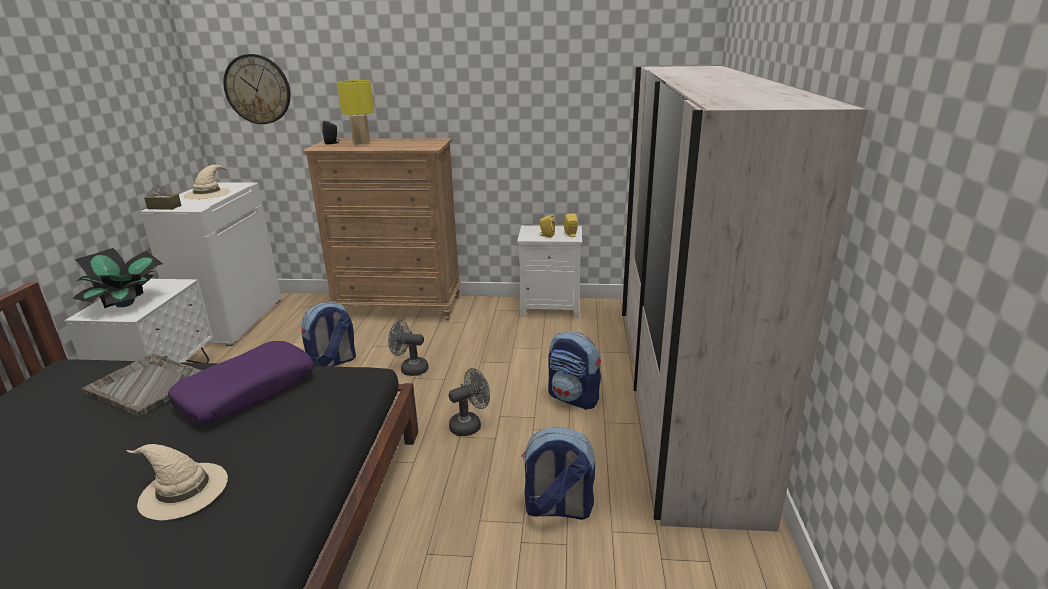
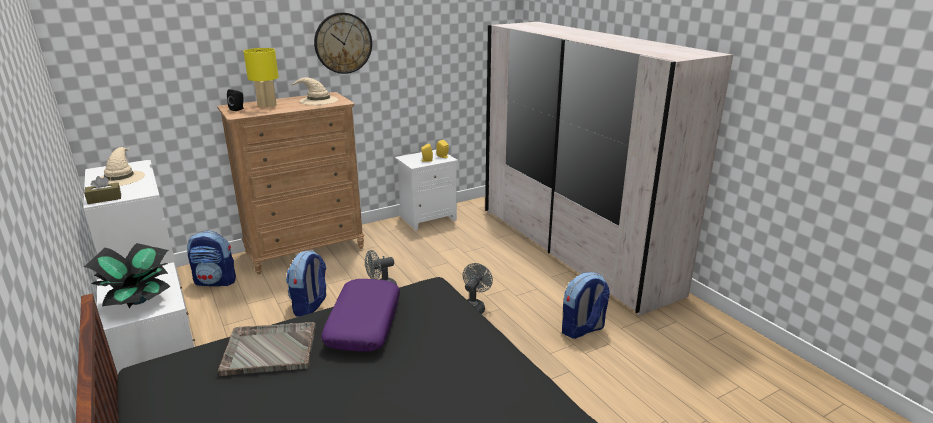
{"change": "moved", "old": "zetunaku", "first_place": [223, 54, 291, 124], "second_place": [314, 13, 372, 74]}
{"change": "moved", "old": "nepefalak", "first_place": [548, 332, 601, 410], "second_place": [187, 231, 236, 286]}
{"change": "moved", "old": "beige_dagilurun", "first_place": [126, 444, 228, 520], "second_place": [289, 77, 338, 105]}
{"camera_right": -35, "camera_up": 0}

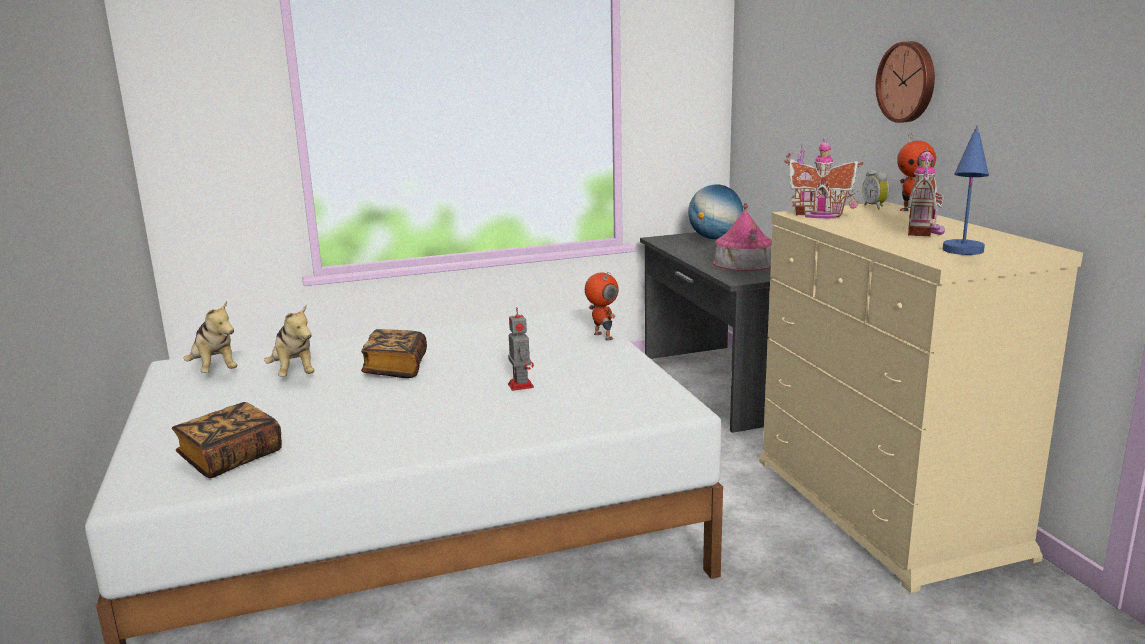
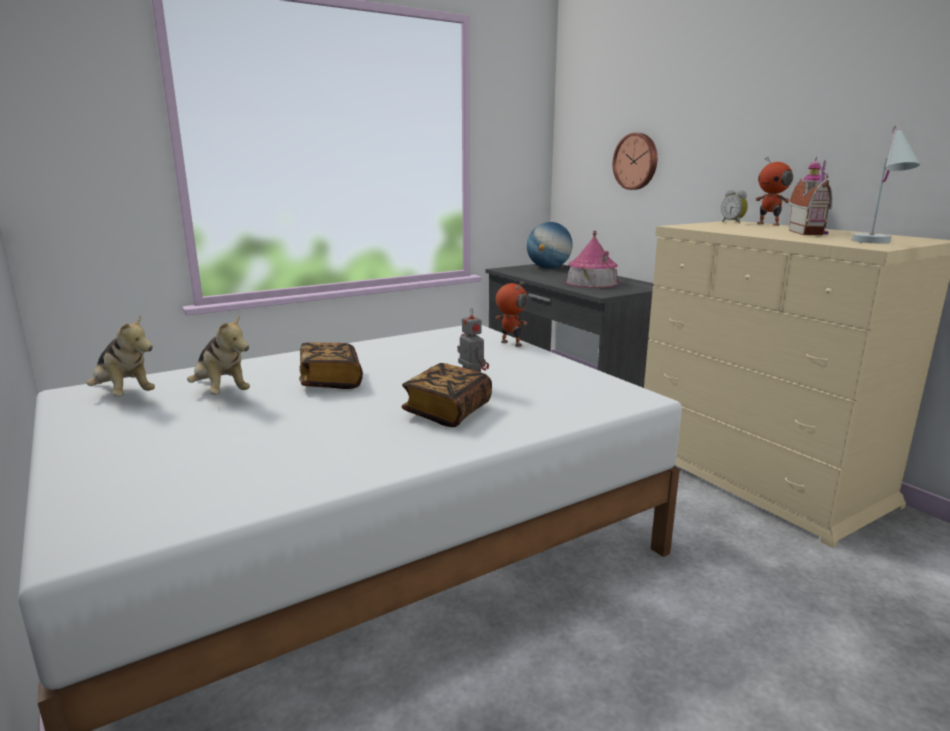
{"change": "moved", "old": "zetunaku", "first_place": [875, 41, 935, 123], "second_place": [613, 133, 657, 190]}
{"change": "recoloured", "old": "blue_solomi", "new": "white_solomi", "first_place": [943, 126, 989, 255], "second_place": [852, 125, 920, 243]}
{"change": "removed", "old": "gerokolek", "first_place": [785, 138, 863, 219]}
{"change": "moved", "old": "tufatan", "first_place": [172, 402, 282, 478], "second_place": [401, 363, 492, 427]}
{"camera_right": -15, "camera_up": 0}

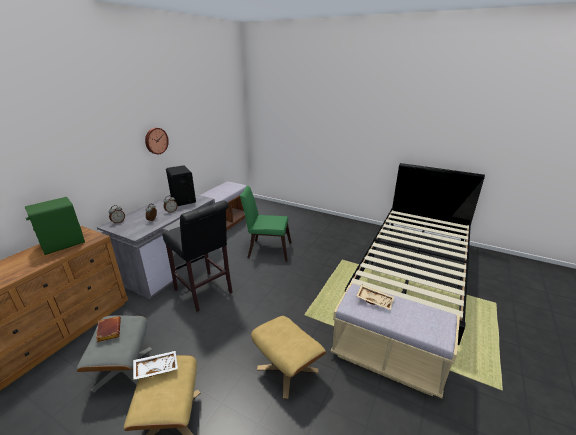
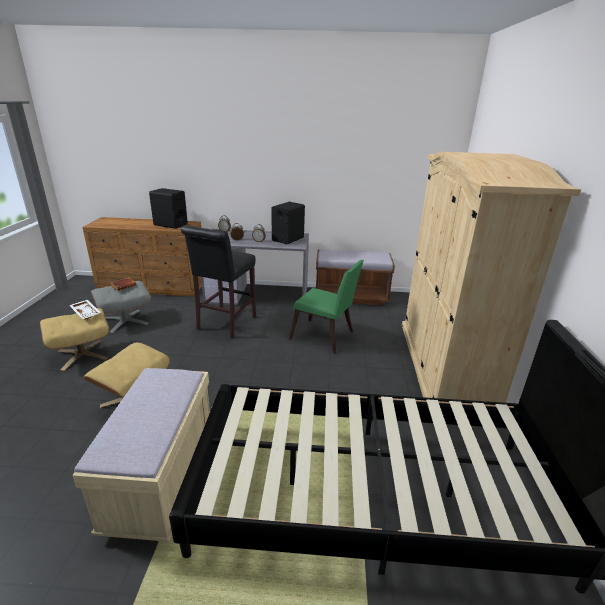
{"change": "removed", "old": "zetunaku", "first_place": [145, 128, 169, 154]}
{"change": "turned", "old": "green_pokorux", "first_place": [240, 186, 292, 261], "second_place": [289, 260, 364, 354], "degrees": 135}
{"change": "recoloured", "old": "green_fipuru", "new": "black_fipuru", "first_place": [25, 197, 85, 255], "second_place": [149, 188, 188, 229]}
{"change": "removed", "old": "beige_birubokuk", "first_place": [356, 284, 394, 310]}
{"change": "added", "new": "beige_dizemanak", "second_place": [402, 152, 581, 403]}
{"camera_right": 65, "camera_up": 0}

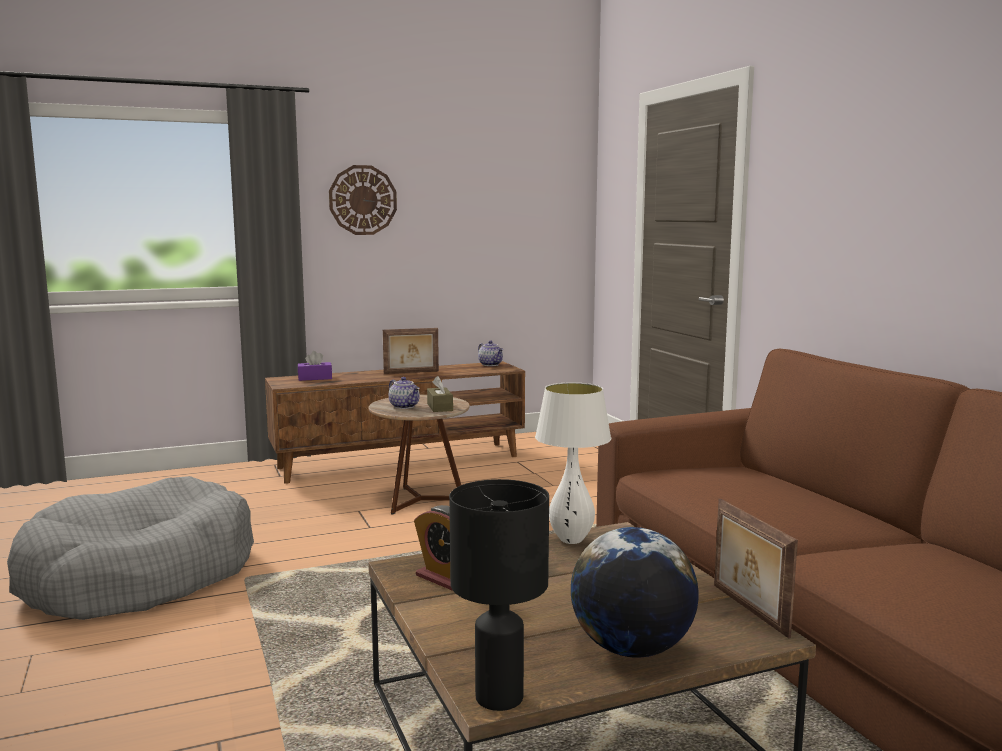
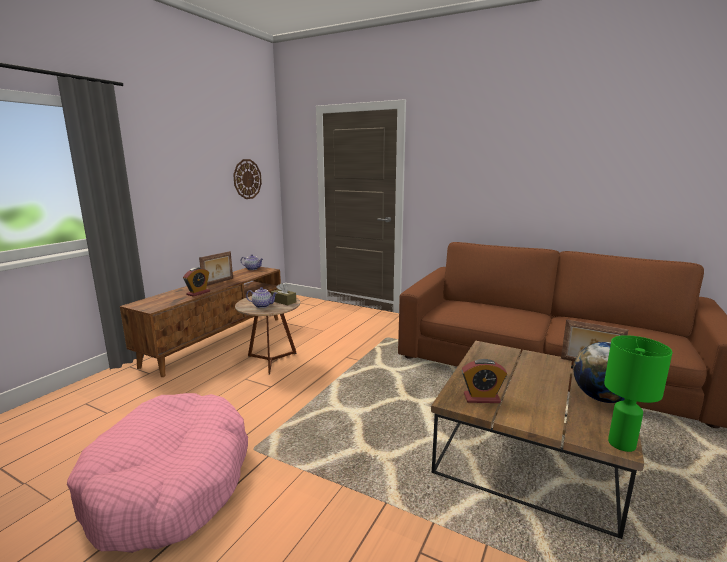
{"change": "moved", "old": "zetunaku", "first_place": [329, 165, 397, 235], "second_place": [233, 159, 262, 199]}
{"change": "removed", "old": "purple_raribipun", "first_place": [298, 351, 332, 381]}
{"change": "removed", "old": "white_solomi", "first_place": [535, 382, 611, 544]}
{"change": "recoloured", "old": "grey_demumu", "new": "pink_demumu", "first_place": [7, 476, 254, 620], "second_place": [67, 393, 248, 553]}
{"change": "recoloured", "old": "black_solomi", "new": "green_solomi", "first_place": [449, 479, 549, 711], "second_place": [604, 335, 672, 452]}
{"change": "added", "new": "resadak", "second_place": [183, 267, 210, 297]}
{"camera_right": -40, "camera_up": 5}

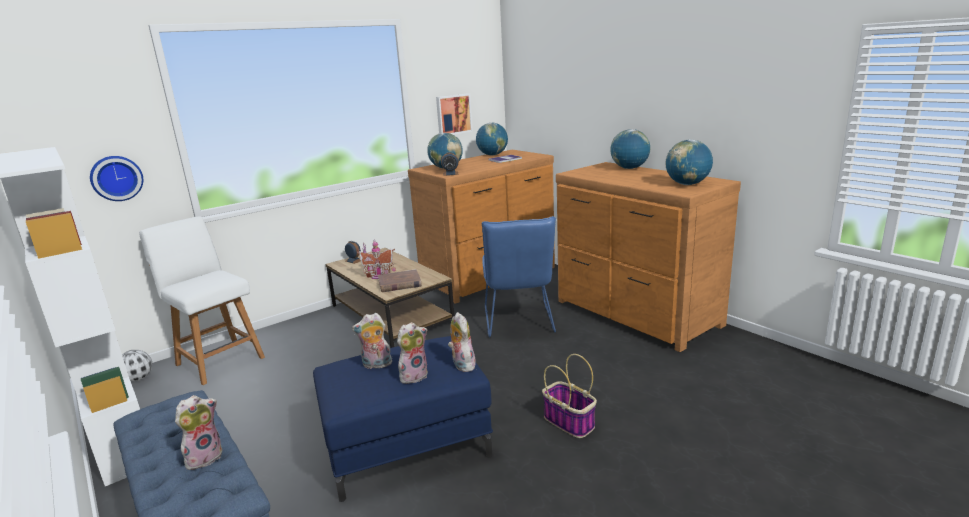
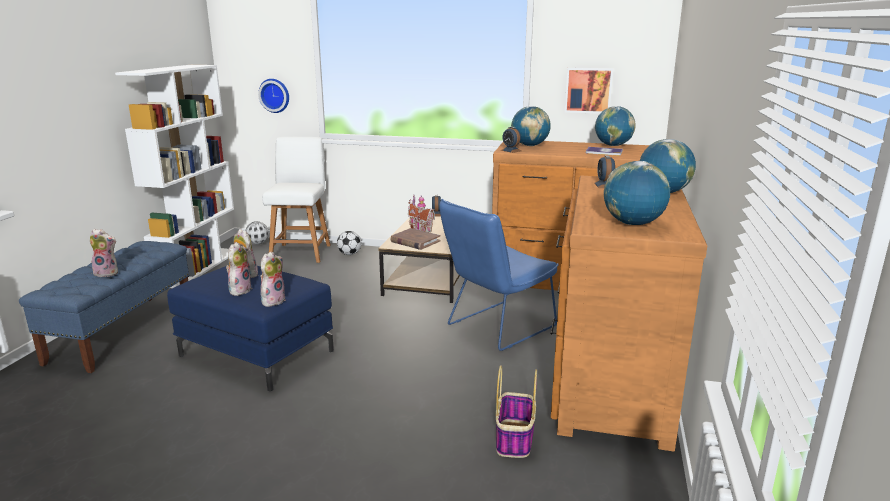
{"change": "turned", "old": "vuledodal", "first_place": [397, 322, 428, 385], "second_place": [226, 242, 252, 296], "degrees": -90}
{"change": "moved", "old": "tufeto", "first_place": [542, 354, 597, 438], "second_place": [495, 365, 537, 458]}
{"change": "added", "new": "resadak", "second_place": [595, 155, 615, 188]}
{"change": "added", "new": "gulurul", "second_place": [337, 231, 362, 255]}
{"camera_right": 50, "camera_up": 0}

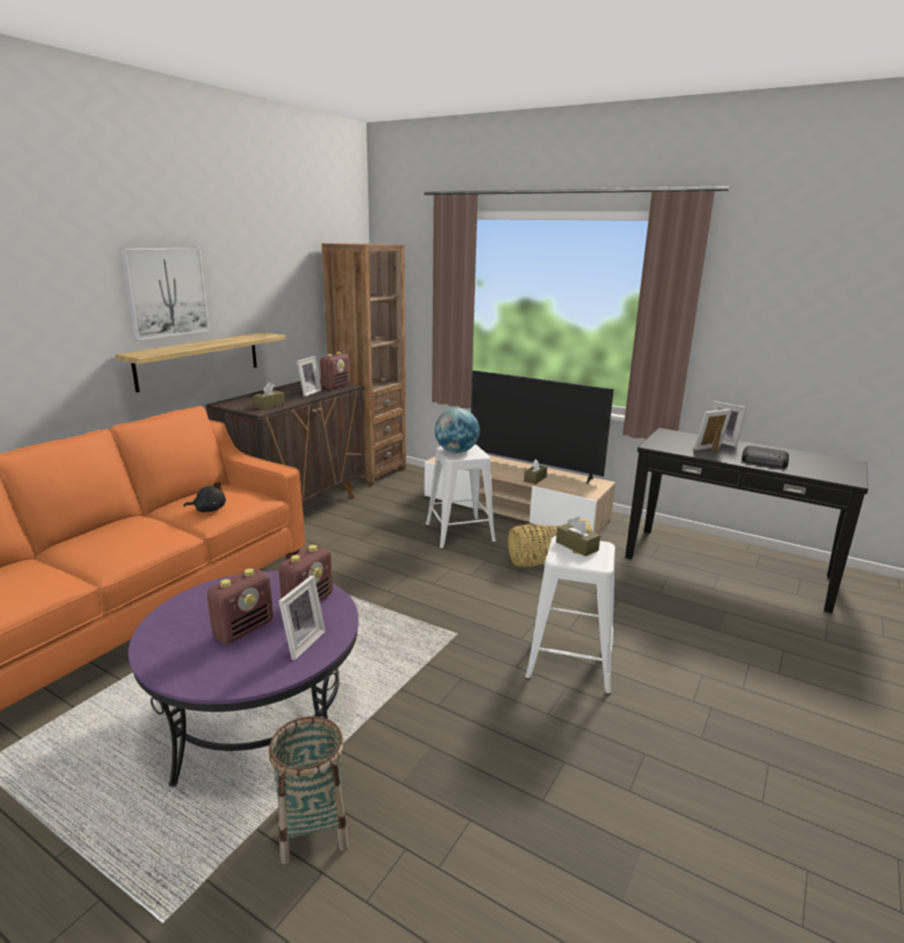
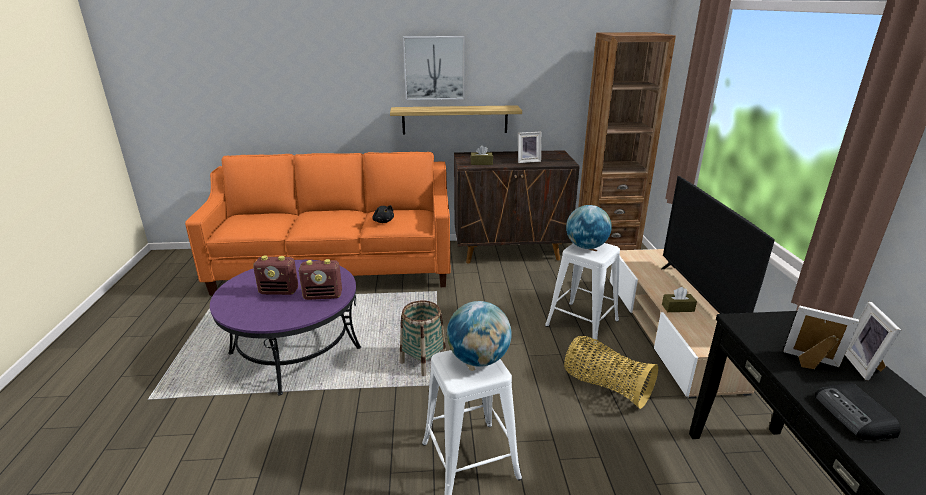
{"change": "removed", "old": "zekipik", "first_place": [320, 352, 350, 389]}
{"change": "replaced", "old": "brown_raribipun", "new": "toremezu", "first_place": [556, 516, 600, 556], "second_place": [447, 301, 512, 367]}
{"change": "removed", "old": "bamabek", "first_place": [279, 575, 325, 660]}
{"change": "moved", "old": "tufeto", "first_place": [268, 716, 349, 864], "second_place": [400, 301, 446, 376]}
{"camera_right": 55, "camera_up": 5}

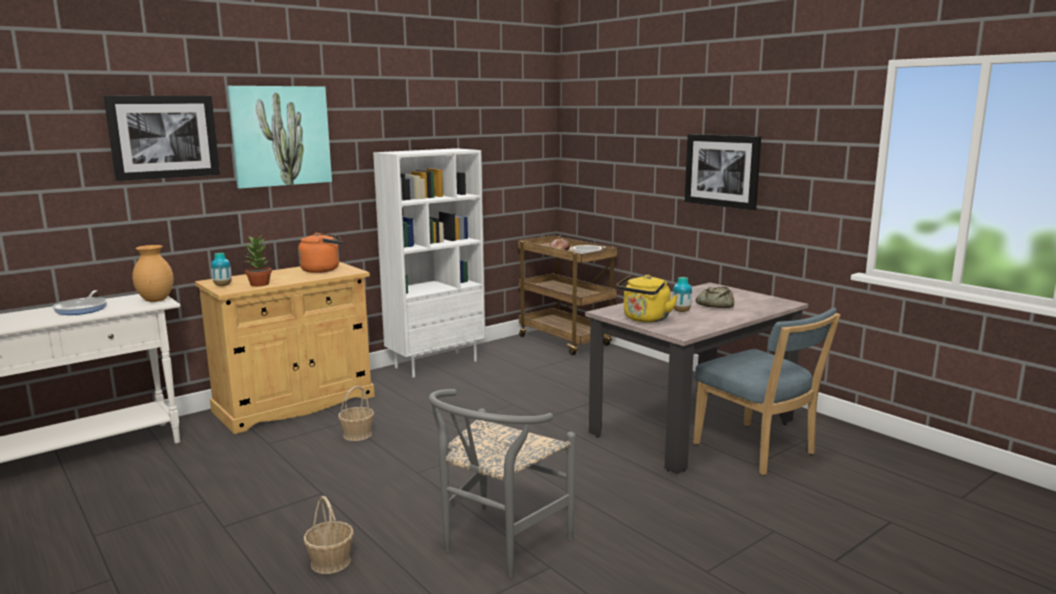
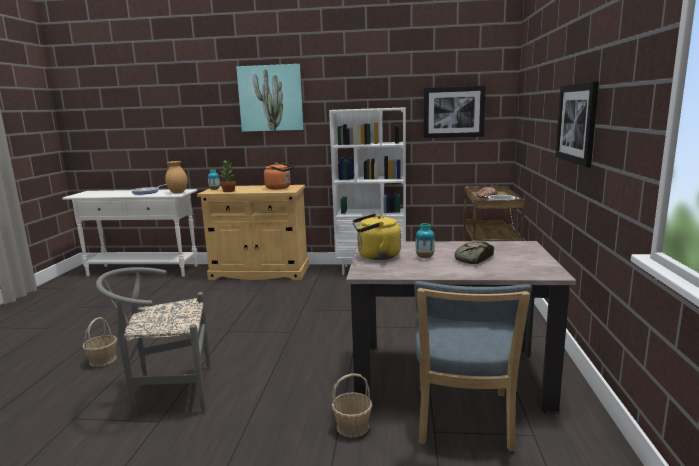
{"change": "moved", "old": "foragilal", "first_place": [104, 96, 220, 181], "second_place": [423, 86, 486, 138]}
{"change": "moved", "old": "tufeto", "first_place": [338, 386, 374, 441], "second_place": [332, 373, 372, 438]}
{"camera_right": 45, "camera_up": 0}

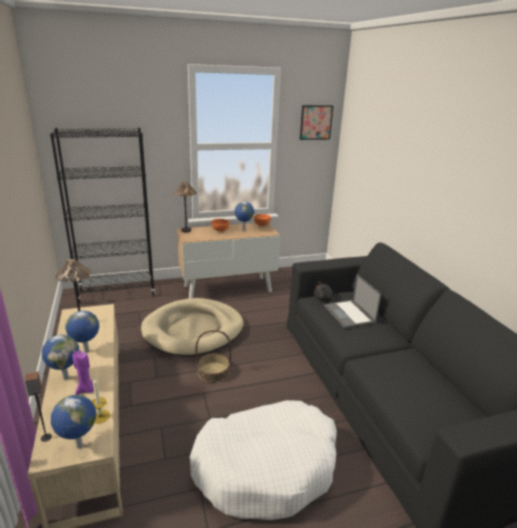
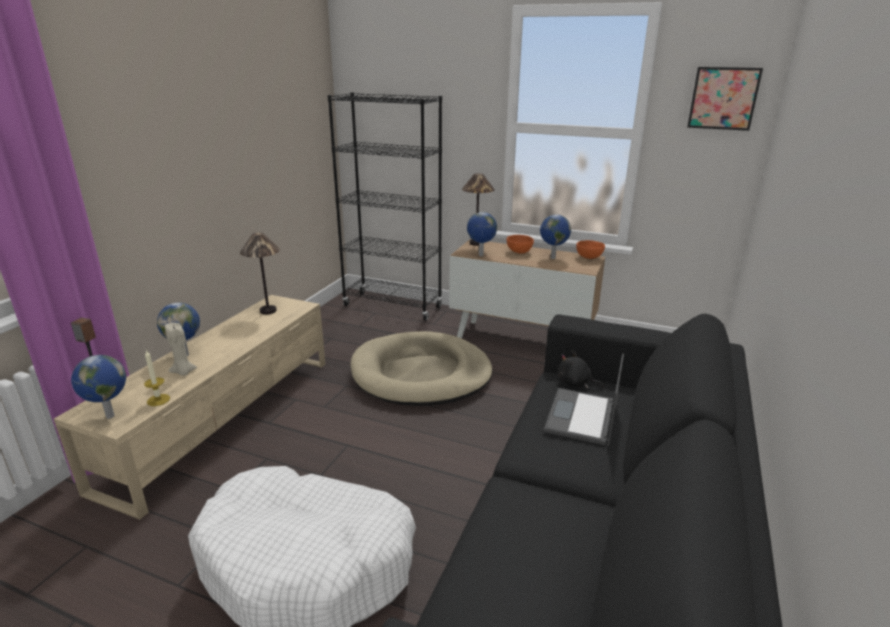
{"change": "moved", "old": "toremezu", "first_place": [65, 311, 99, 353], "second_place": [467, 212, 497, 256]}
{"change": "removed", "old": "tufeto", "first_place": [195, 330, 232, 383]}
{"change": "recoloured", "old": "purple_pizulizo", "new": "beige_pizulizo", "first_place": [72, 350, 94, 395], "second_place": [165, 323, 197, 376]}
{"camera_right": 40, "camera_up": 0}

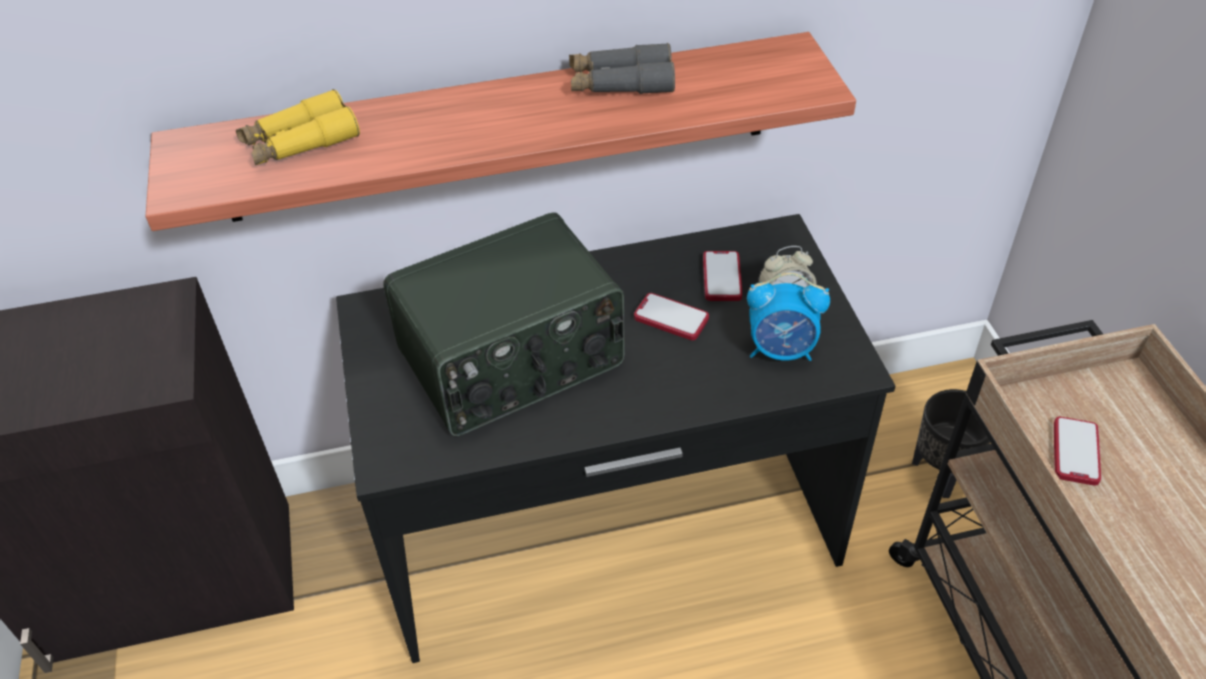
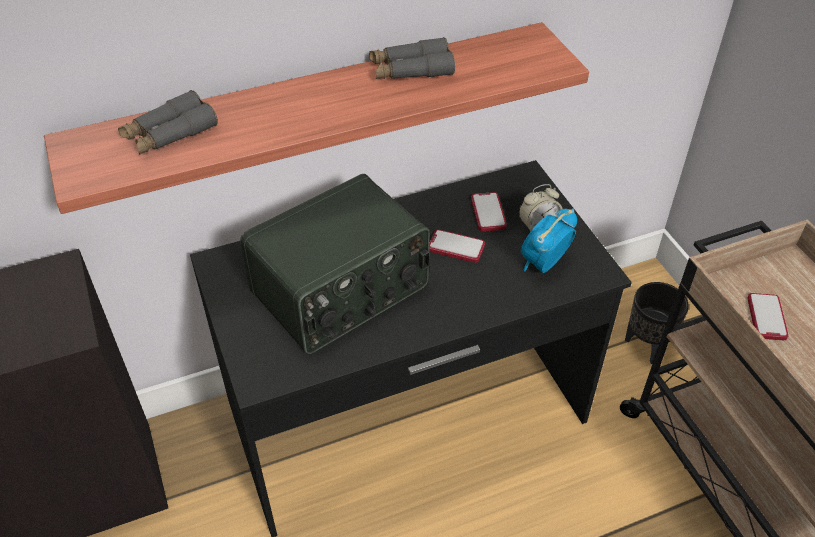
{"change": "recoloured", "old": "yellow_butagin", "new": "grey_butagin", "first_place": [236, 89, 360, 165], "second_place": [118, 90, 218, 155]}
{"change": "turned", "old": "resadak", "first_place": [747, 272, 830, 361], "second_place": [521, 208, 577, 273], "degrees": 135}
{"camera_right": -10, "camera_up": 0}

